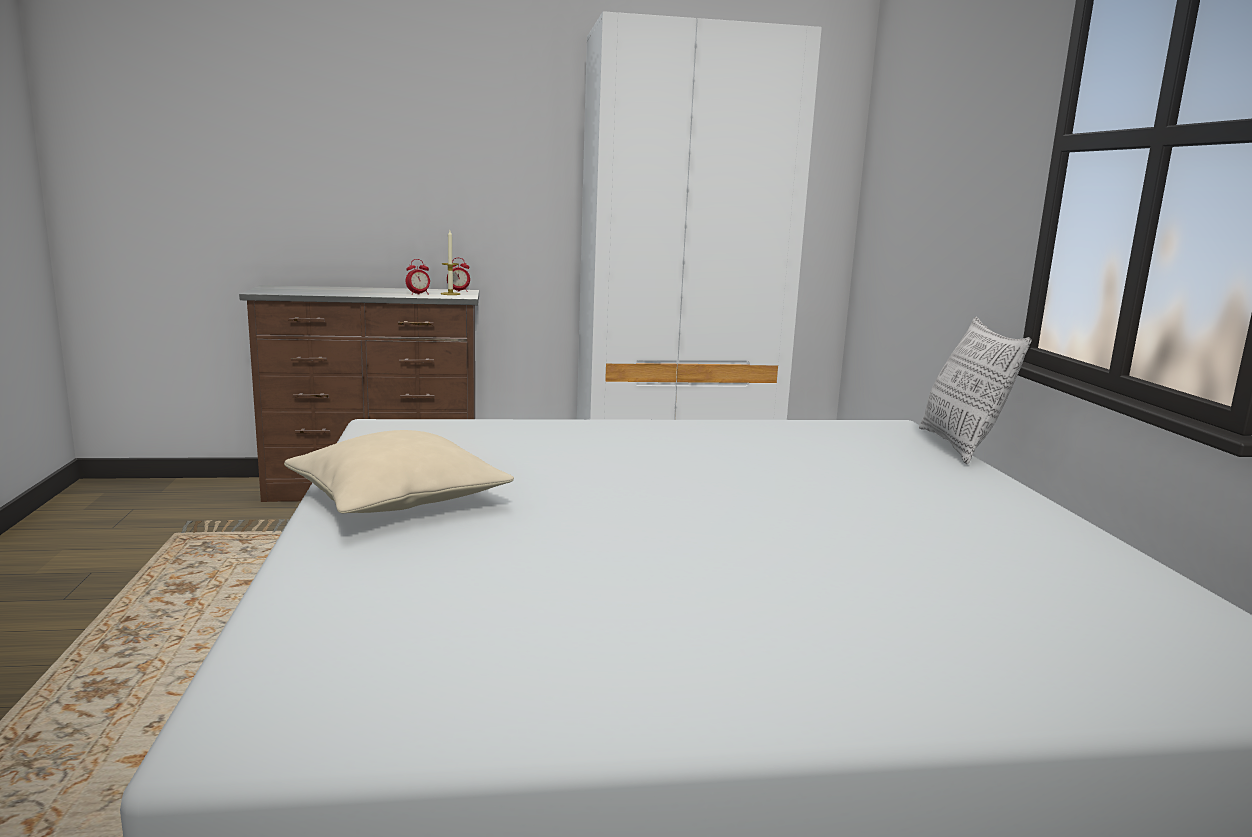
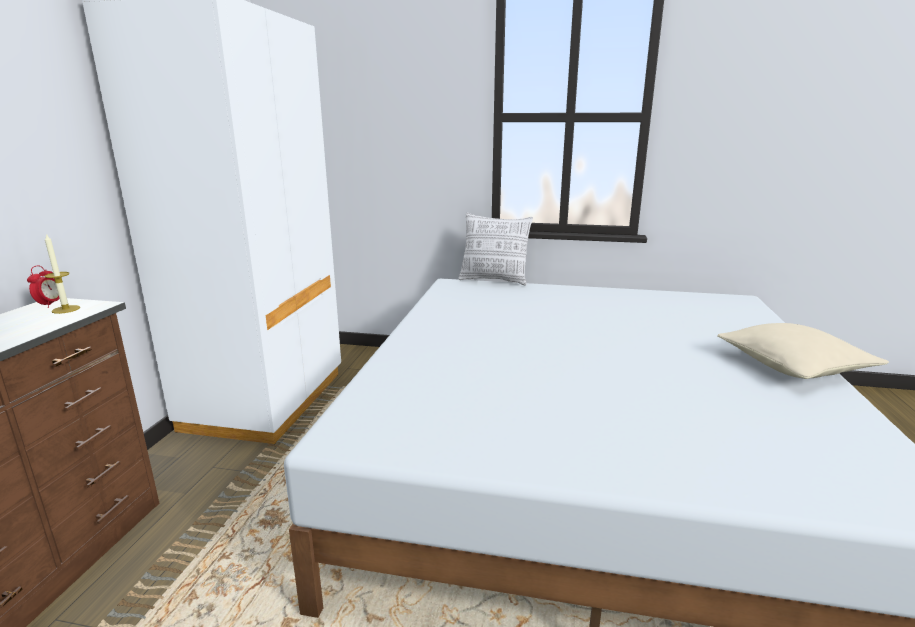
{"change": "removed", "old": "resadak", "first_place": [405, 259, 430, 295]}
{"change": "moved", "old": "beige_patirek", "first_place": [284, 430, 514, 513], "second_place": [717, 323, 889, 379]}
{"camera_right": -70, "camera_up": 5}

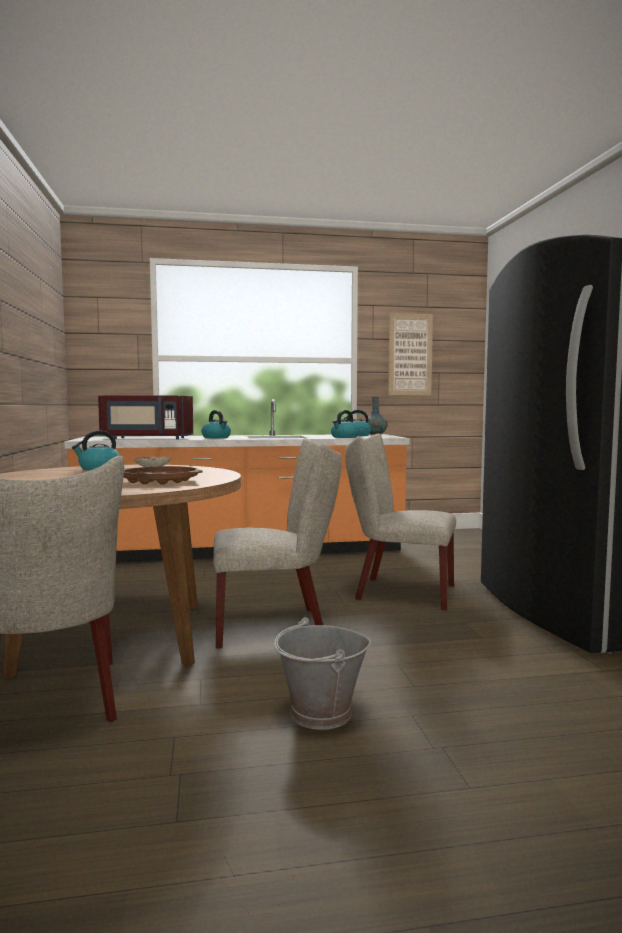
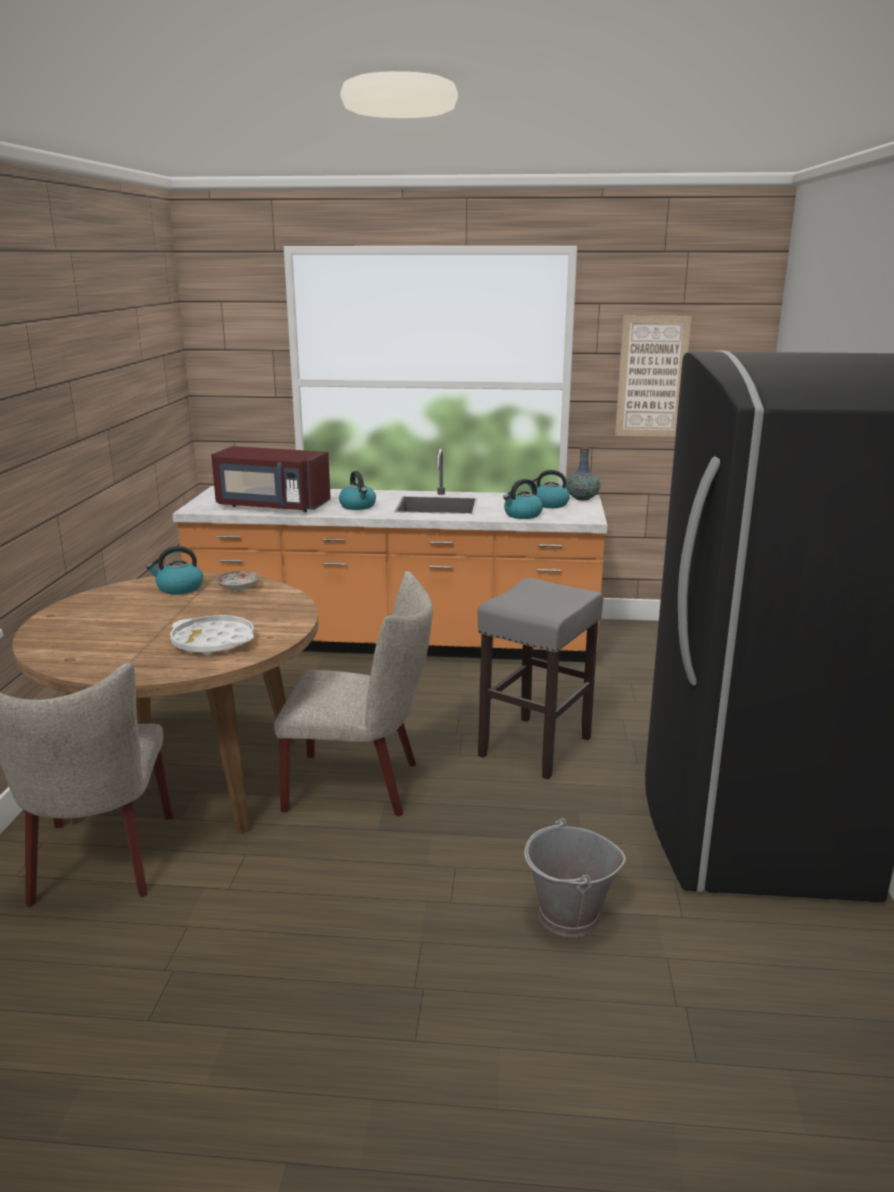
{"change": "replaced", "old": "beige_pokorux", "new": "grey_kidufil", "first_place": [345, 434, 456, 611], "second_place": [478, 578, 604, 780]}
{"change": "recoloured", "old": "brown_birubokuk", "new": "white_birubokuk", "first_place": [124, 466, 203, 485], "second_place": [170, 615, 254, 655]}
{"change": "moved", "old": "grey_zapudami", "first_place": [274, 617, 371, 730], "second_place": [524, 818, 626, 937]}
{"camera_right": 15, "camera_up": 15}

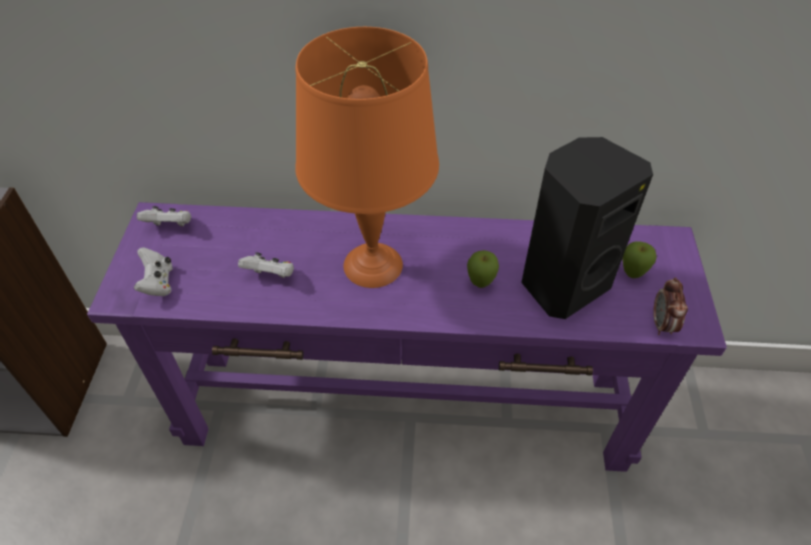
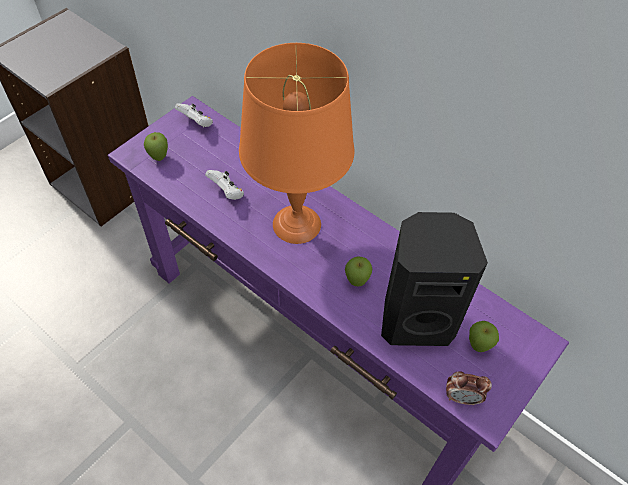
{"change": "replaced", "old": "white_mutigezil", "new": "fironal", "first_place": [134, 247, 173, 296], "second_place": [144, 132, 168, 161]}
{"change": "turned", "old": "resadak", "first_place": [653, 277, 688, 335], "second_place": [446, 371, 492, 405], "degrees": -120}
{"camera_right": 35, "camera_up": 5}

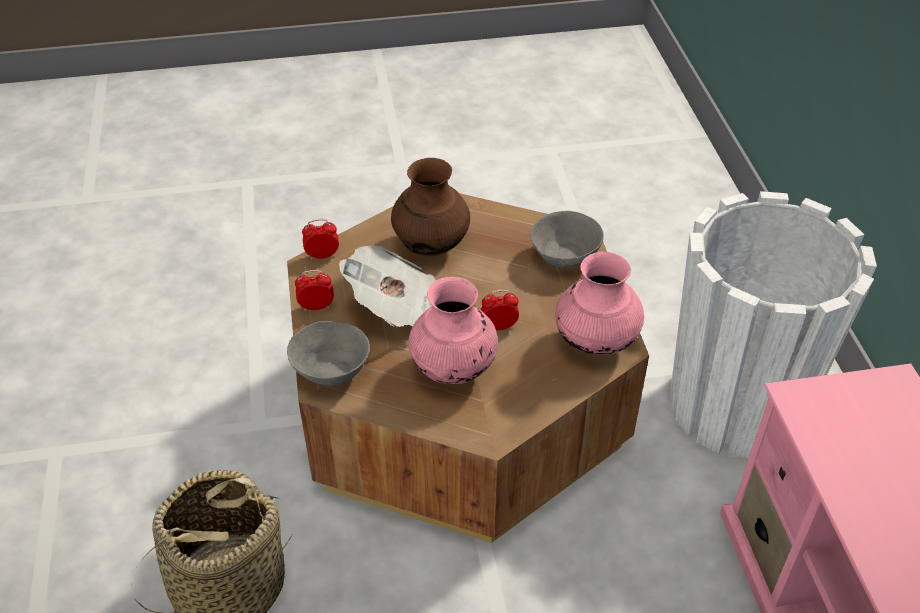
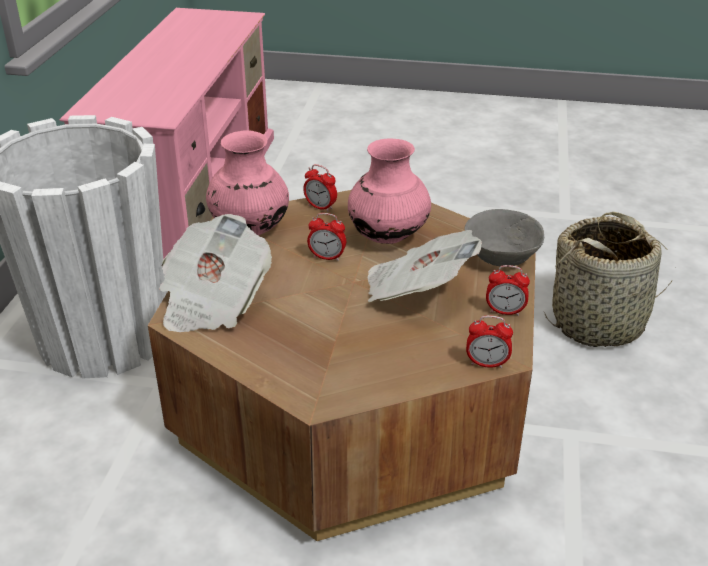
{"change": "removed", "old": "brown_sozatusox", "first_place": [391, 158, 470, 256]}
{"change": "replaced", "old": "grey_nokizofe", "new": "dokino", "first_place": [530, 211, 604, 268], "second_place": [159, 214, 272, 332]}
{"change": "added", "new": "resadak", "second_place": [303, 164, 337, 212]}
{"camera_right": -160, "camera_up": -10}

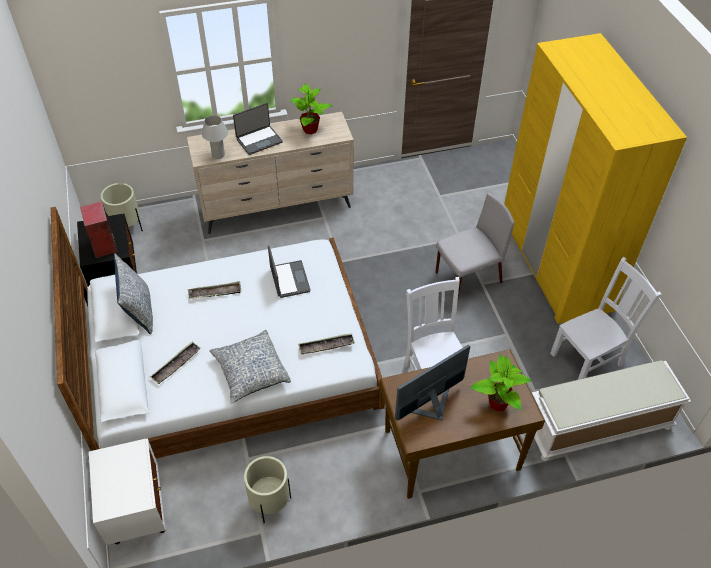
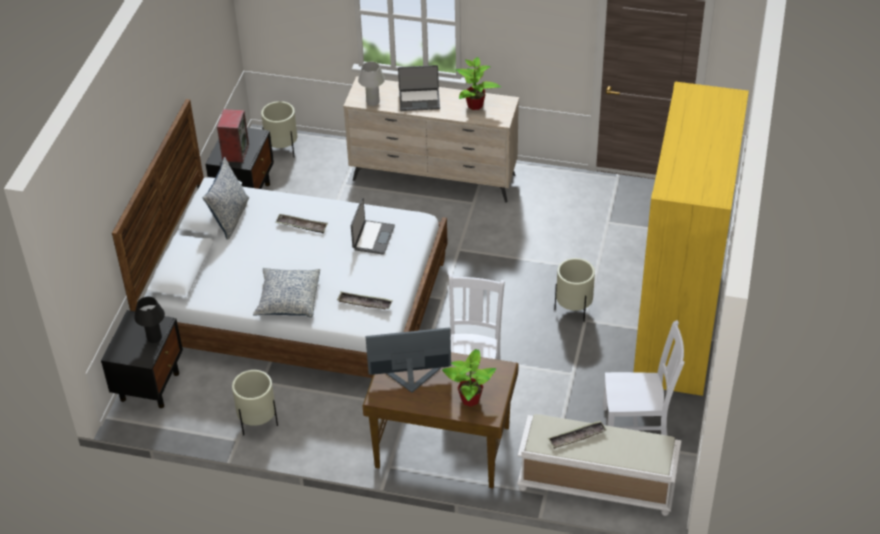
{"change": "replaced", "old": "grey_pokorux", "new": "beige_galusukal", "first_place": [435, 193, 515, 297], "second_place": [555, 258, 595, 322]}
{"change": "moved", "old": "birubokuk", "first_place": [150, 342, 201, 384], "second_place": [548, 420, 606, 449]}
{"change": "recoloured", "old": "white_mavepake", "new": "black_mavepake", "first_place": [89, 438, 166, 545], "second_place": [101, 310, 183, 408]}
{"change": "added", "new": "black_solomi", "second_place": [134, 297, 165, 343]}
{"camera_right": 30, "camera_up": -5}

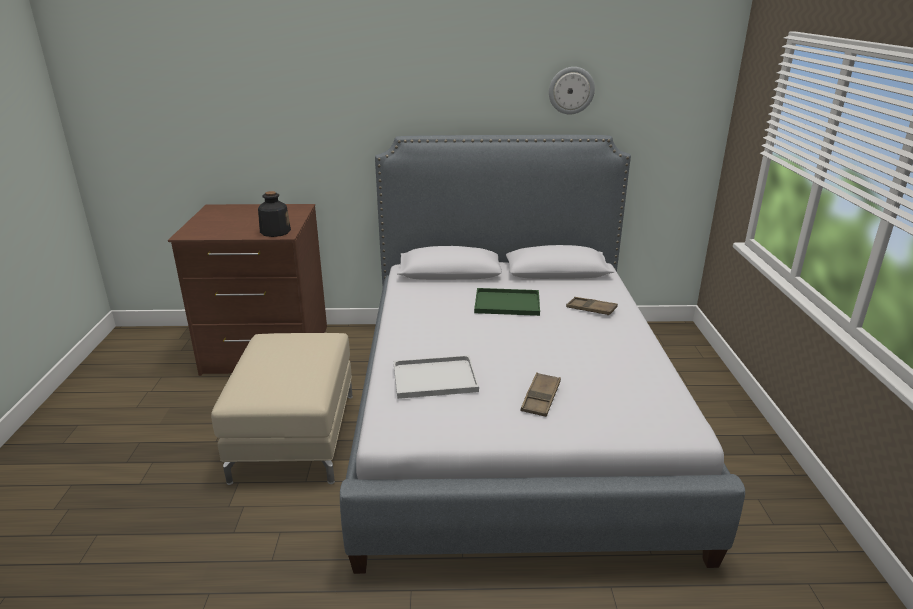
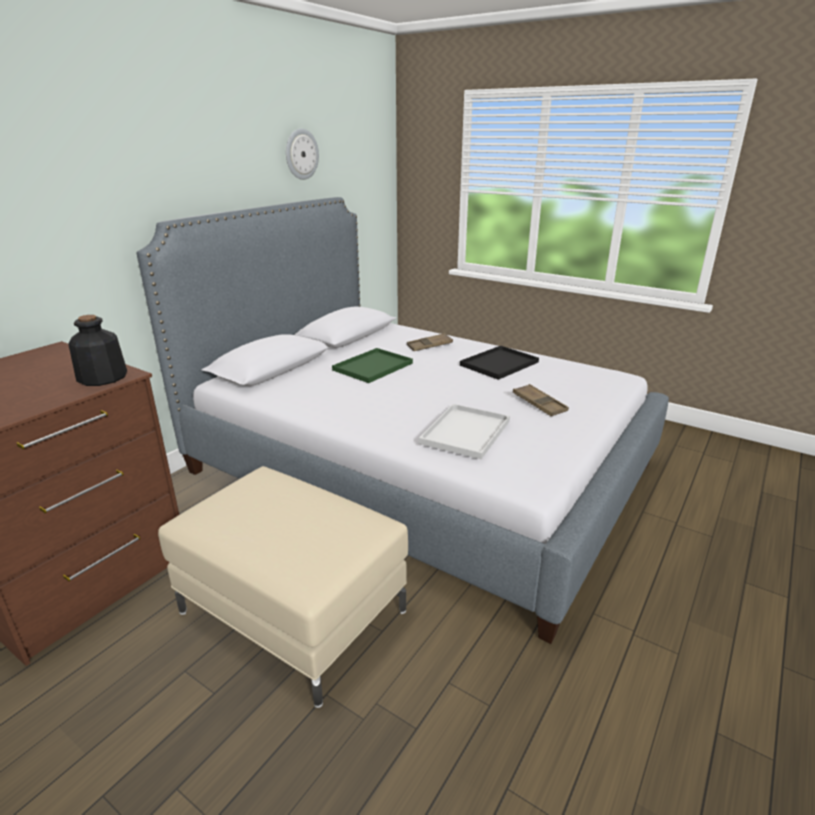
{"change": "added", "new": "black_birubokuk", "second_place": [460, 346, 539, 380]}
{"camera_right": -55, "camera_up": 0}

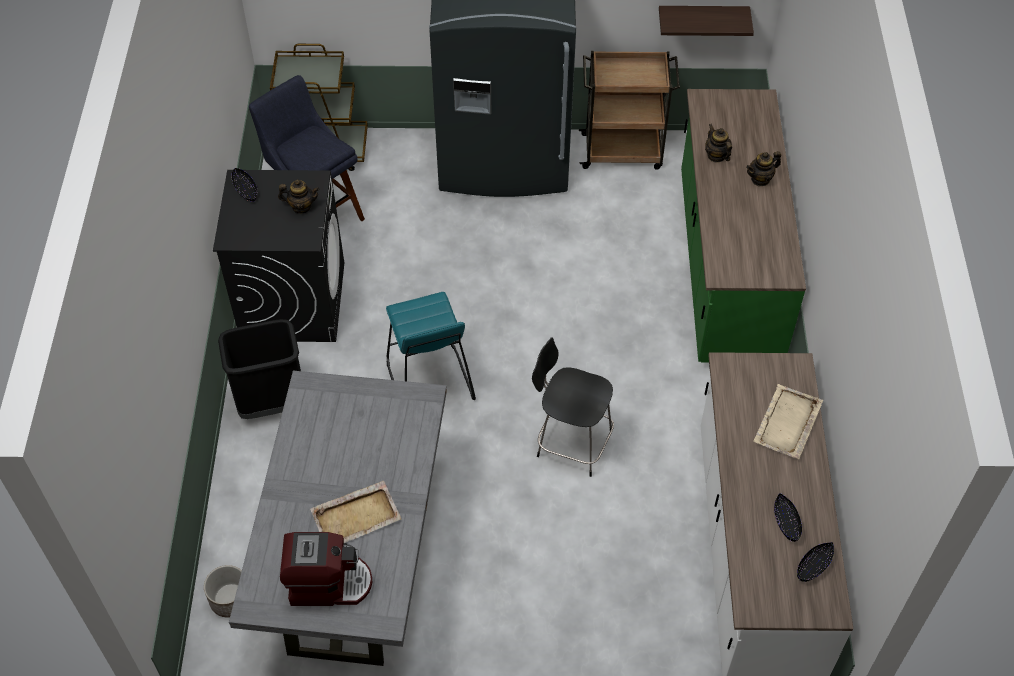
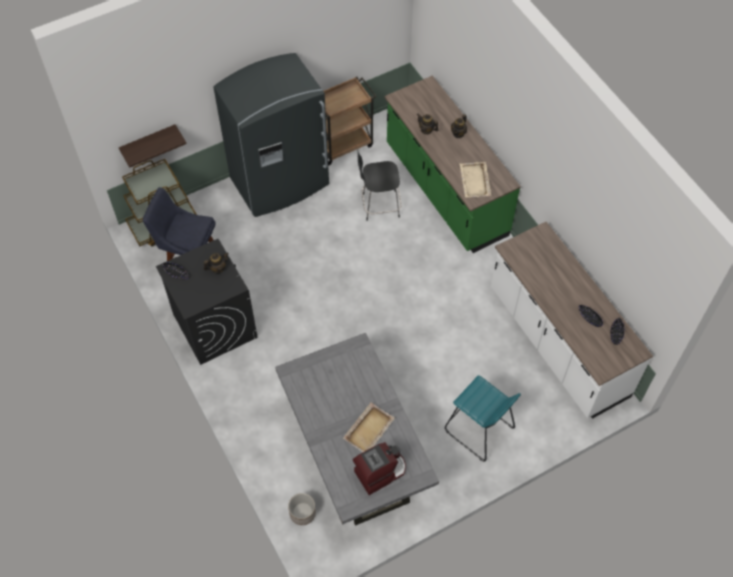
{"change": "moved", "old": "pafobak", "first_place": [659, 6, 754, 36], "second_place": [119, 124, 187, 168]}
{"change": "moved", "old": "turquoise_kidufil", "first_place": [386, 292, 476, 400], "second_place": [445, 375, 521, 462]}
{"change": "removed", "old": "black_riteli", "first_place": [218, 319, 301, 419]}
{"change": "moved", "old": "black_kidufil", "first_place": [532, 338, 614, 477], "second_place": [357, 150, 401, 221]}
{"change": "moved", "old": "beige_birubokuk", "first_place": [753, 384, 823, 459], "second_place": [459, 162, 492, 198]}
{"camera_right": -30, "camera_up": 5}

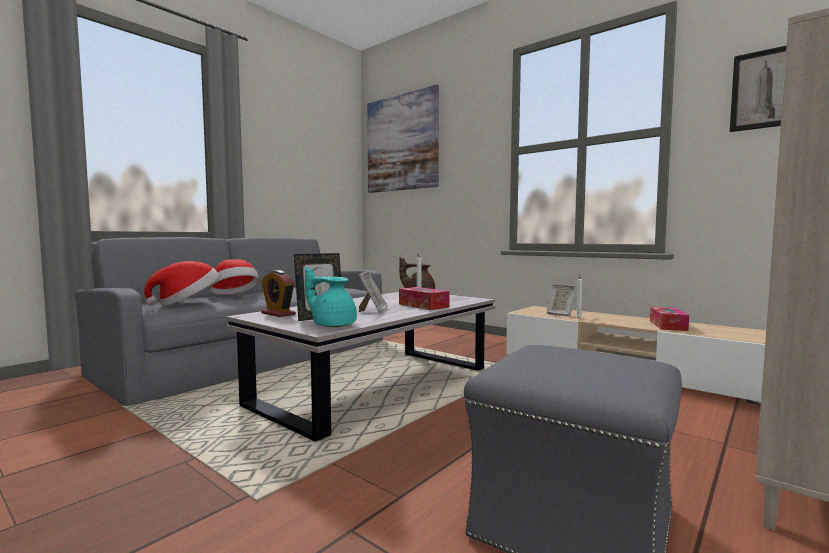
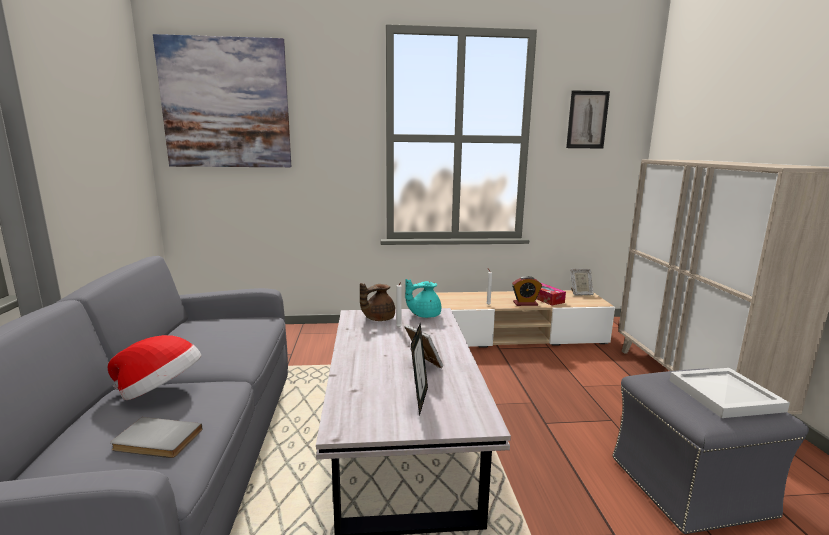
{"change": "replaced", "old": "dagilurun", "new": "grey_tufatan", "first_place": [144, 261, 219, 306], "second_place": [110, 417, 202, 458]}
{"change": "moved", "old": "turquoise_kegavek", "first_place": [305, 267, 357, 327], "second_place": [405, 279, 441, 318]}
{"change": "moved", "old": "resadak", "first_place": [261, 270, 296, 317], "second_place": [512, 276, 542, 306]}
{"change": "moved", "old": "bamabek", "first_place": [547, 284, 577, 316], "second_place": [570, 269, 594, 296]}
{"change": "removed", "old": "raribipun", "first_place": [399, 287, 449, 310]}
{"change": "added", "new": "white_birubokuk", "second_place": [669, 368, 790, 418]}
{"camera_right": -45, "camera_up": 10}

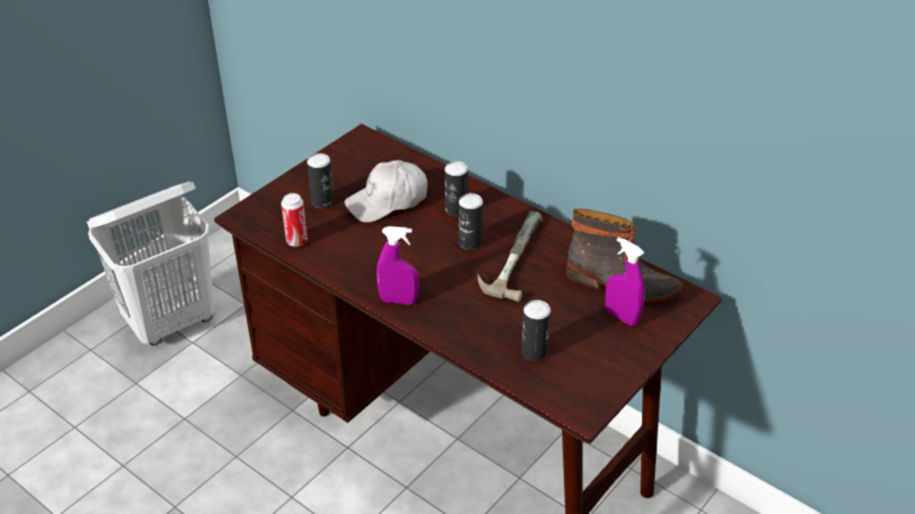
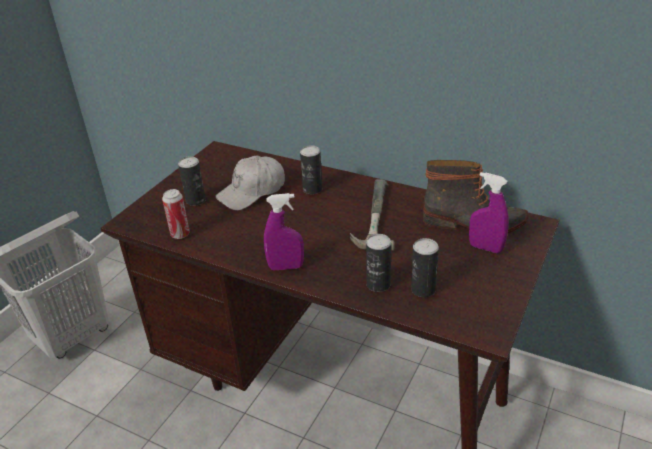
{"change": "moved", "old": "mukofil", "first_place": [459, 193, 483, 250], "second_place": [366, 234, 391, 292]}
{"camera_right": -10, "camera_up": -5}

